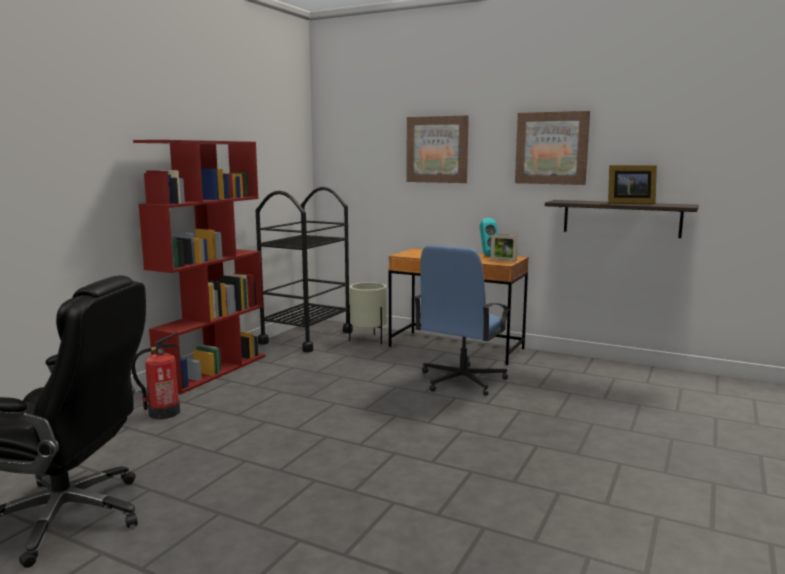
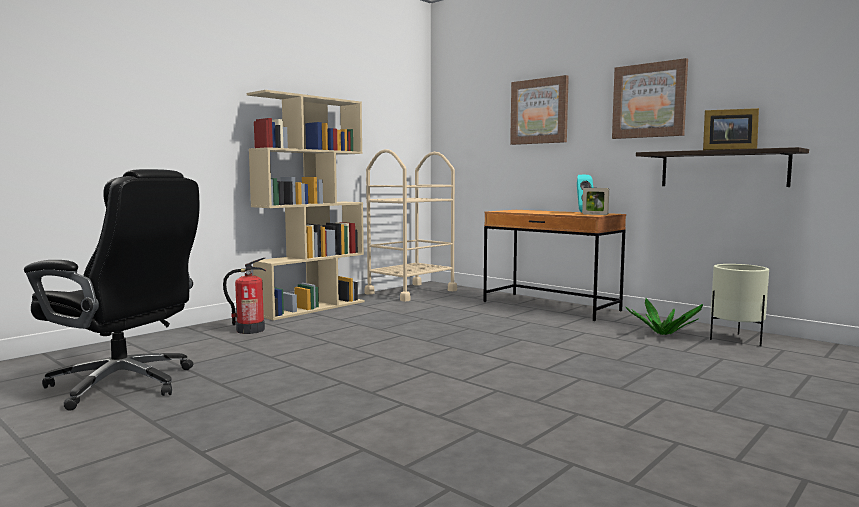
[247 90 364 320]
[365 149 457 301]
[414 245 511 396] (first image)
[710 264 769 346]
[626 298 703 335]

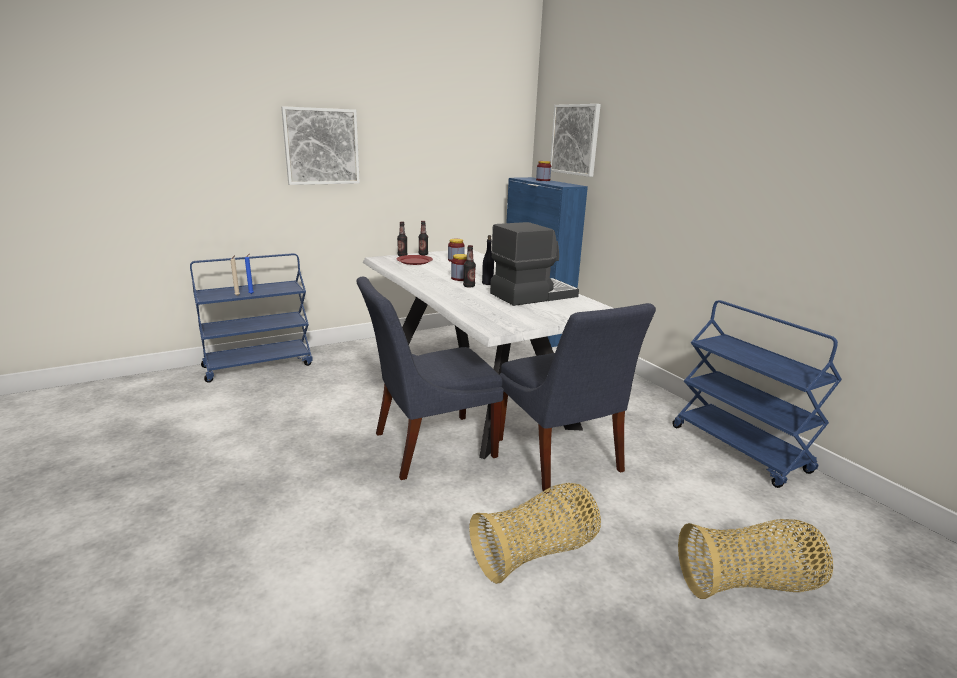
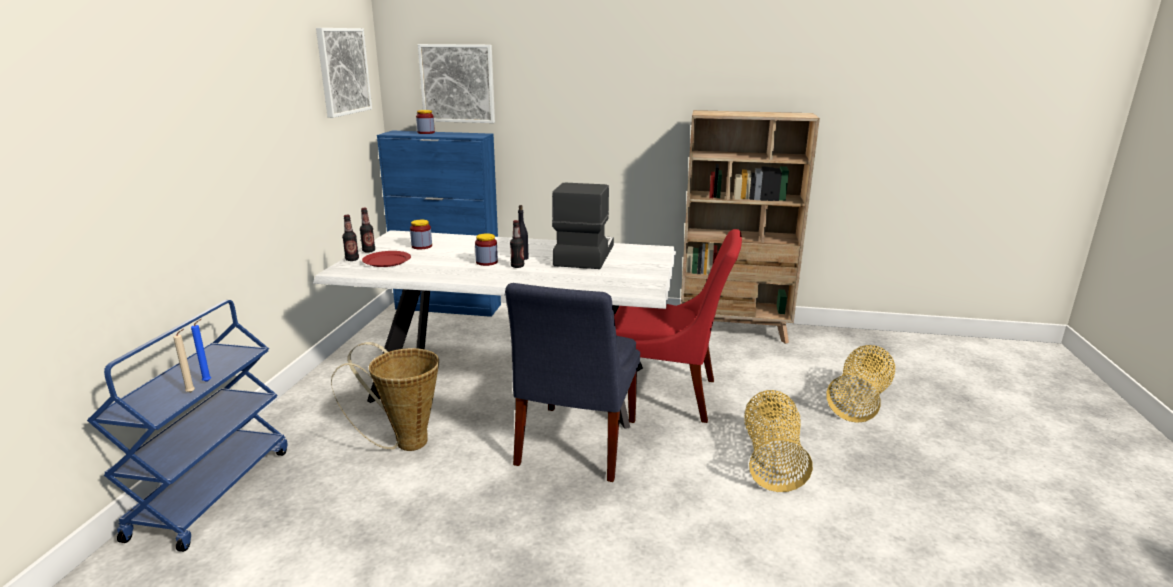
[316 28 372 118]
[681 110 820 344]
[614 229 742 423]
[331 342 439 451]

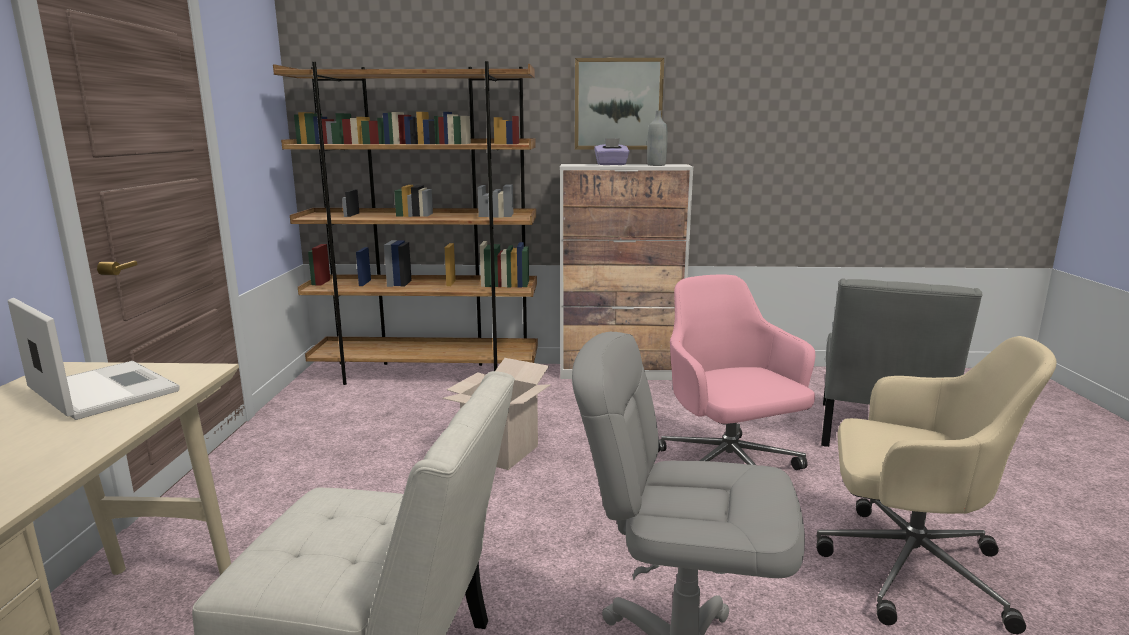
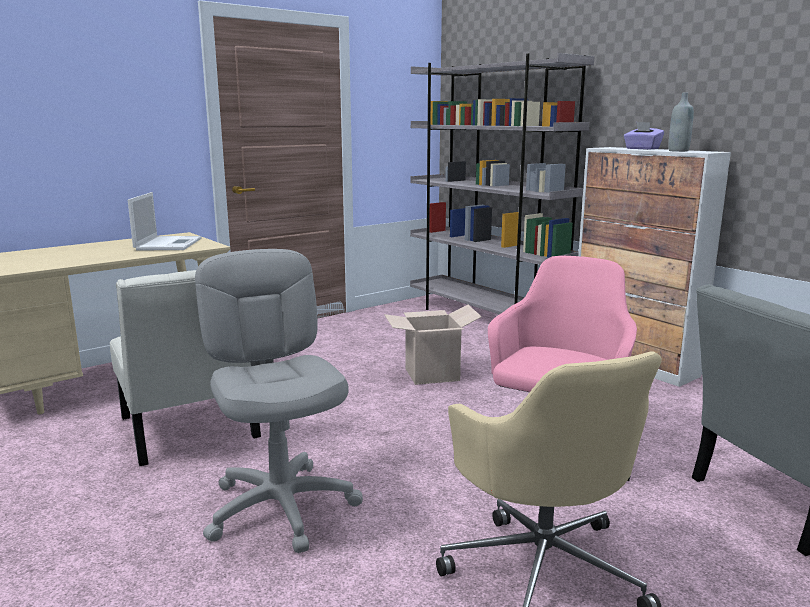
[575 58 664 150] (first image)
[410 53 595 314]

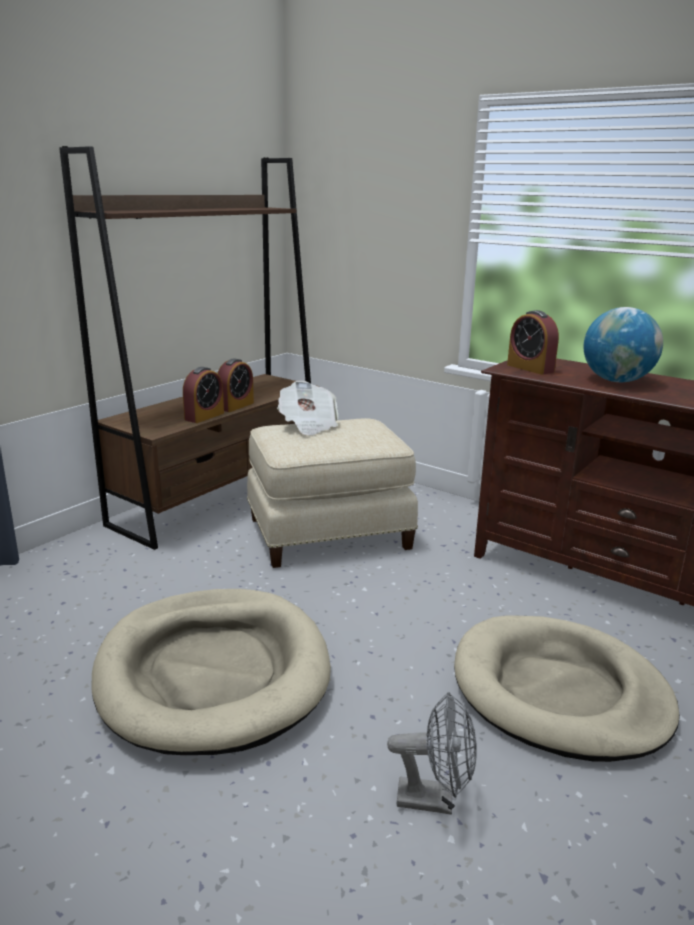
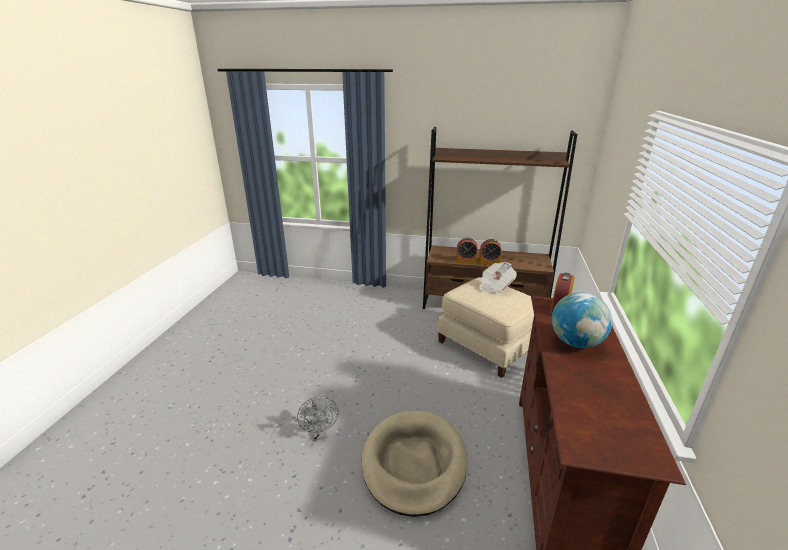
[91 589 331 755] (first image)

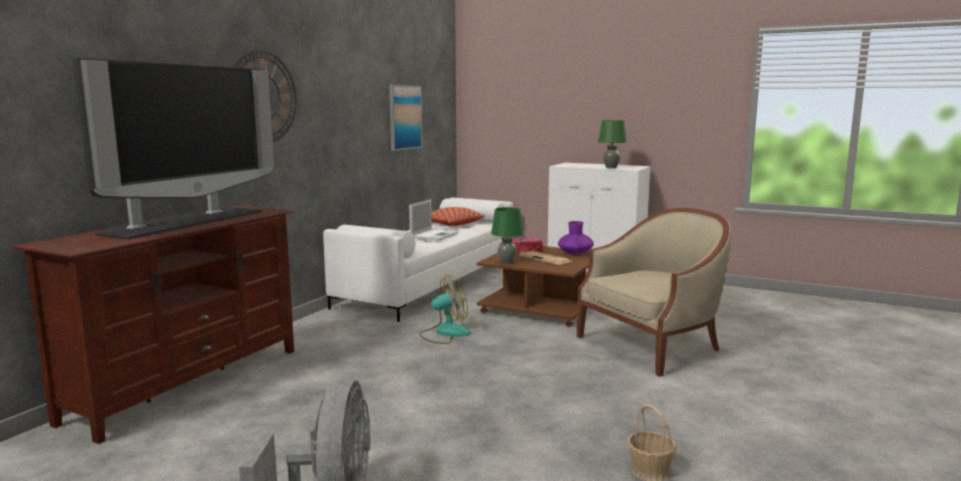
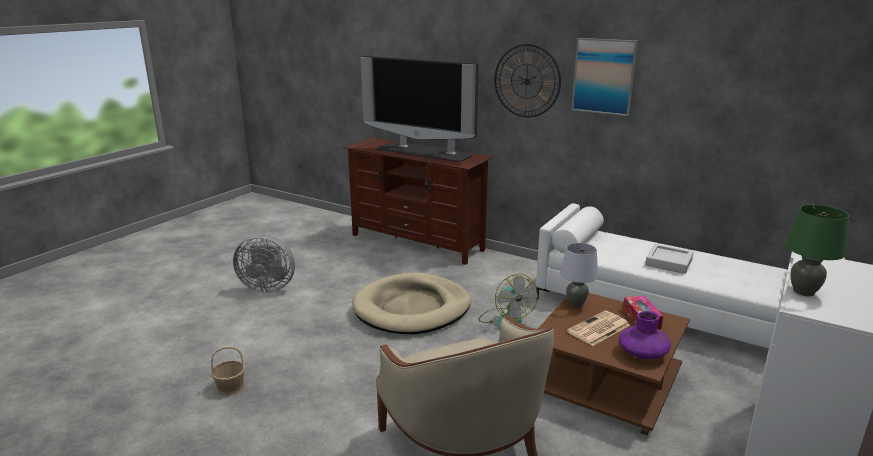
[572 38 638 116]
[645 244 694 274]
[431 207 485 226] (first image)
[560 243 598 308]
[352 273 471 334]

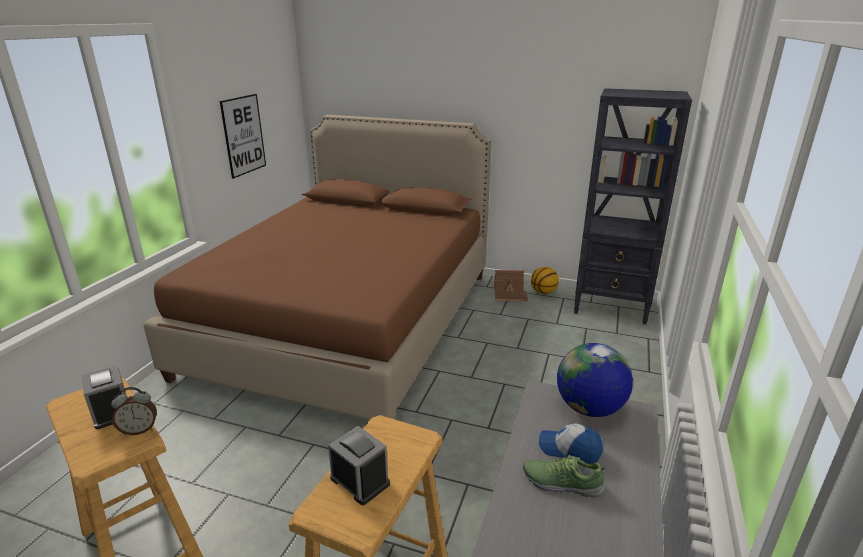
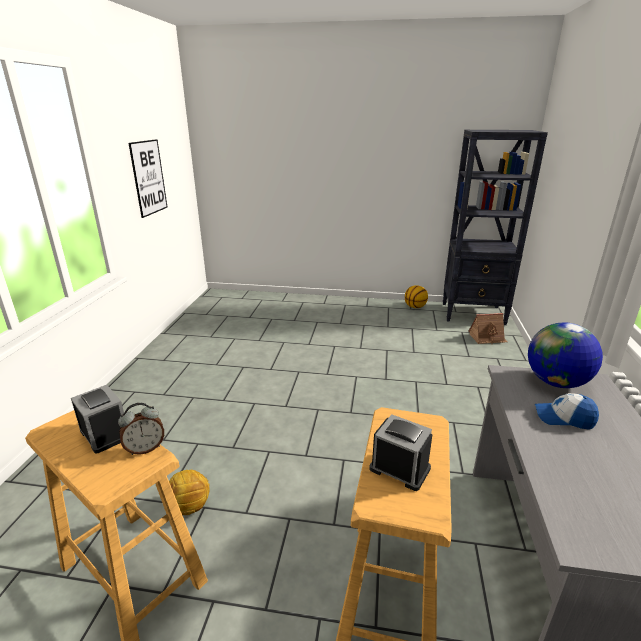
[144 115 492 420] (first image)
[469 313 508 344]
[523 455 606 498] (first image)
[169 470 210 515]

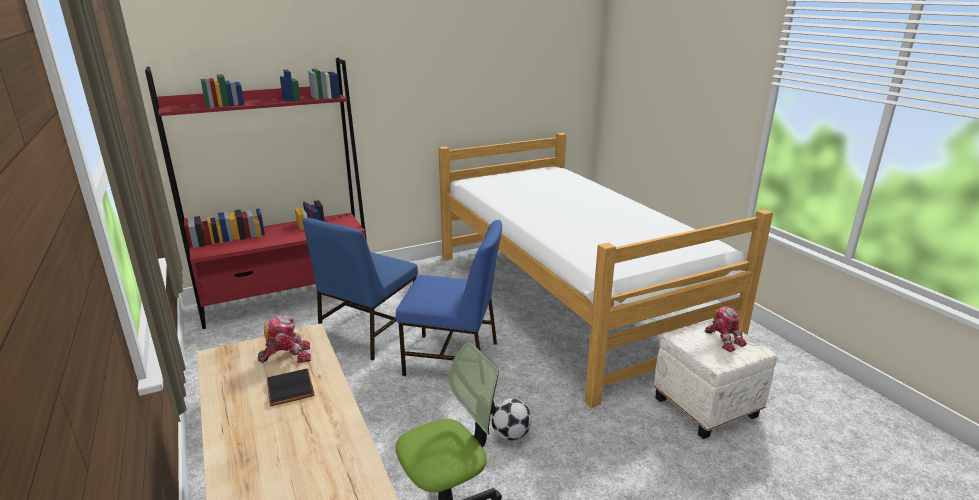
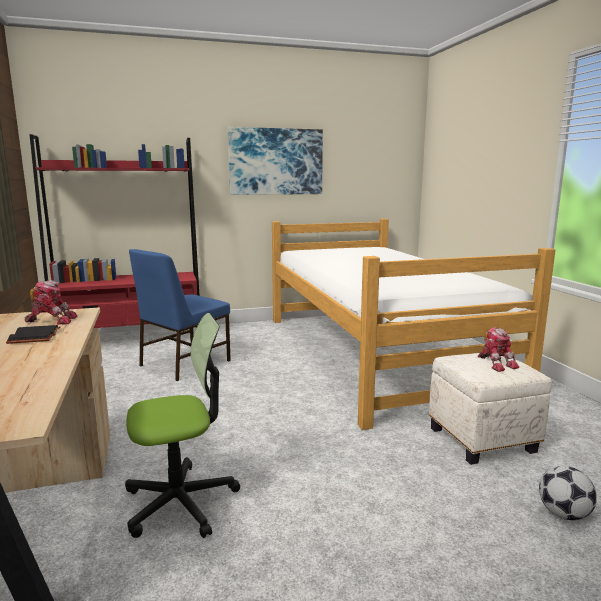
[396 220 502 376] (first image)
[539 466 597 520]
[228 127 323 195]

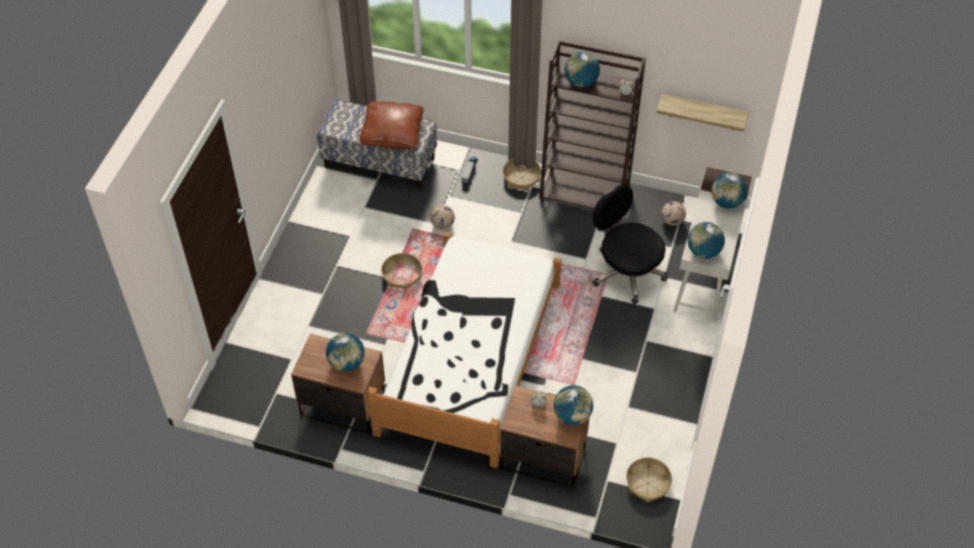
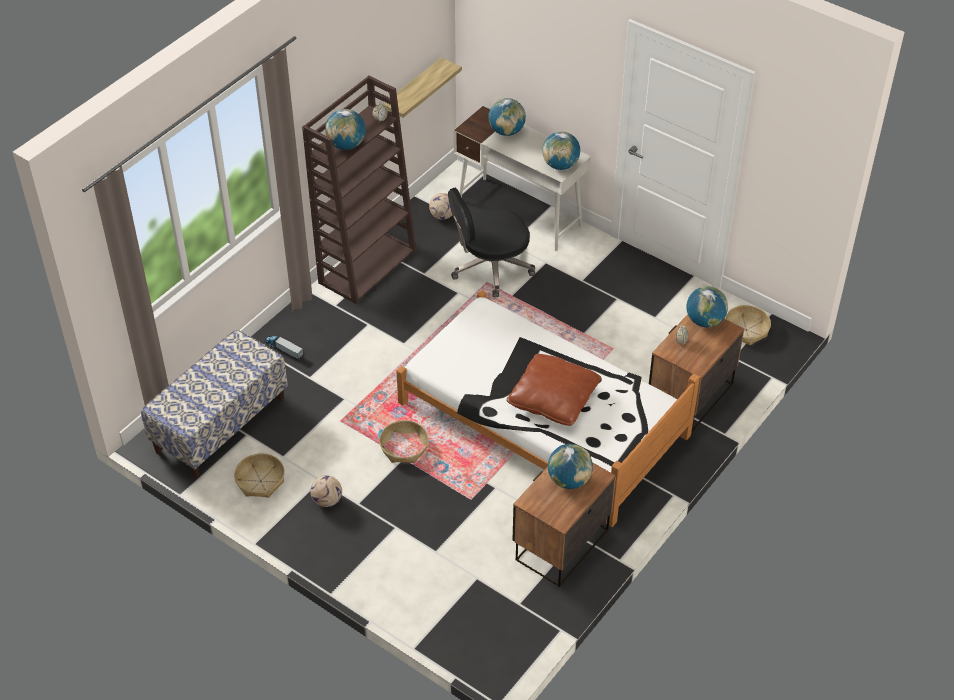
[507 354 601 426]
[234 453 285 498]
[310 475 342 507]

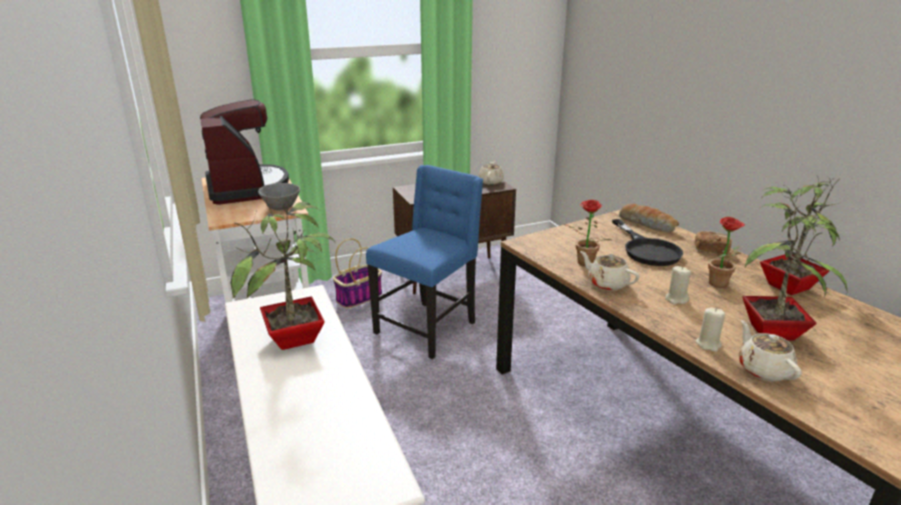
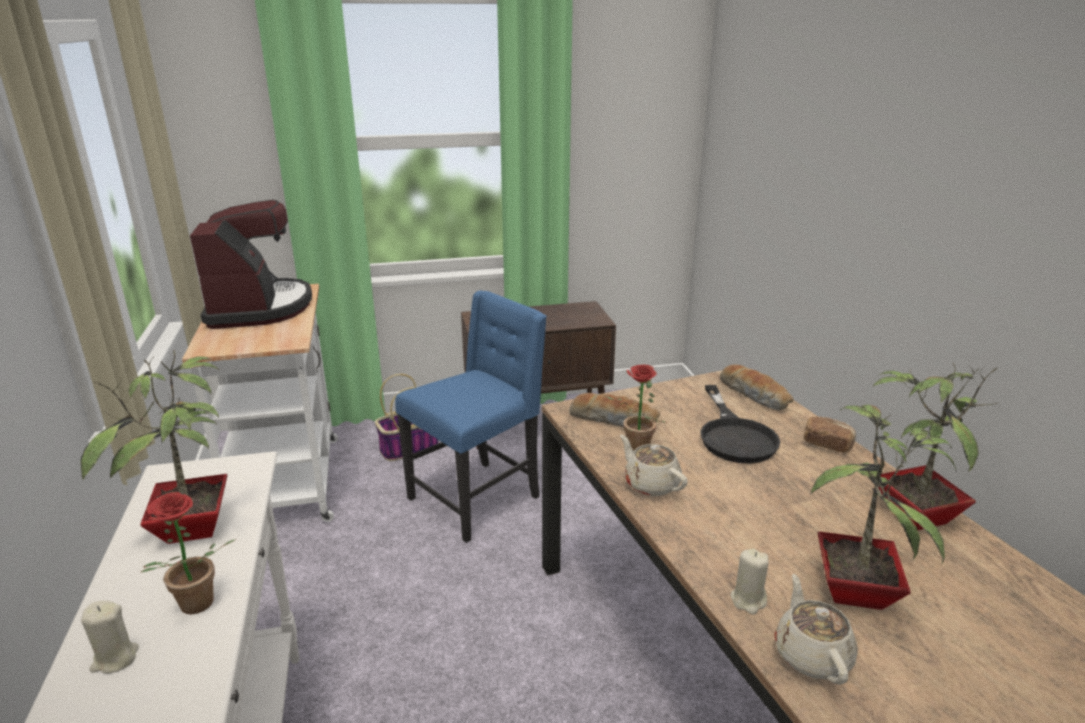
[478 161 504 185] (first image)
[258 183 300 210] (first image)
[141 492 236 615]
[81 600 139 674]
[569 393 660 427]

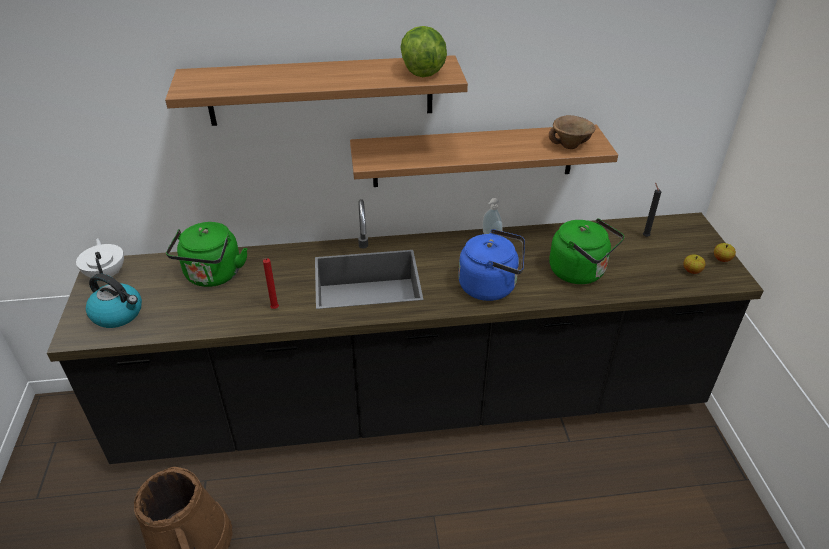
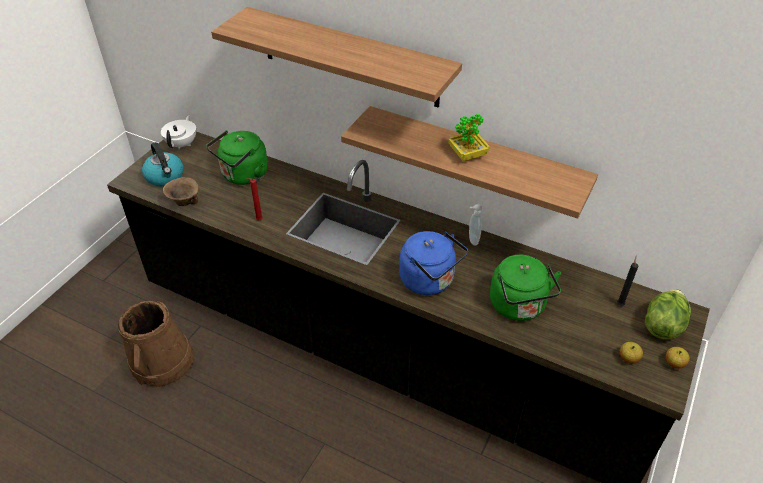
[645 289 691 340]
[163 177 199 206]
[448 114 490 161]

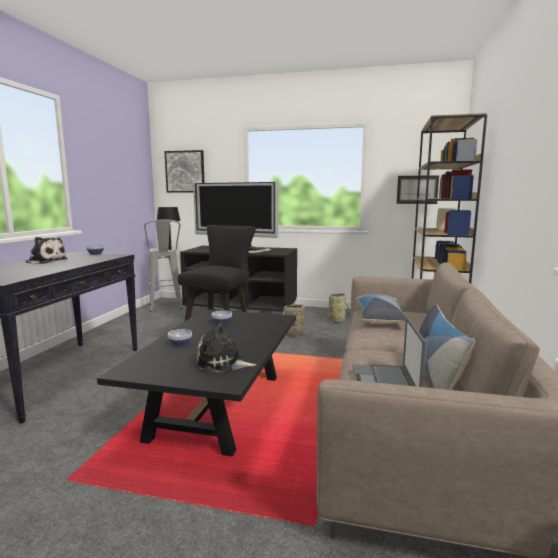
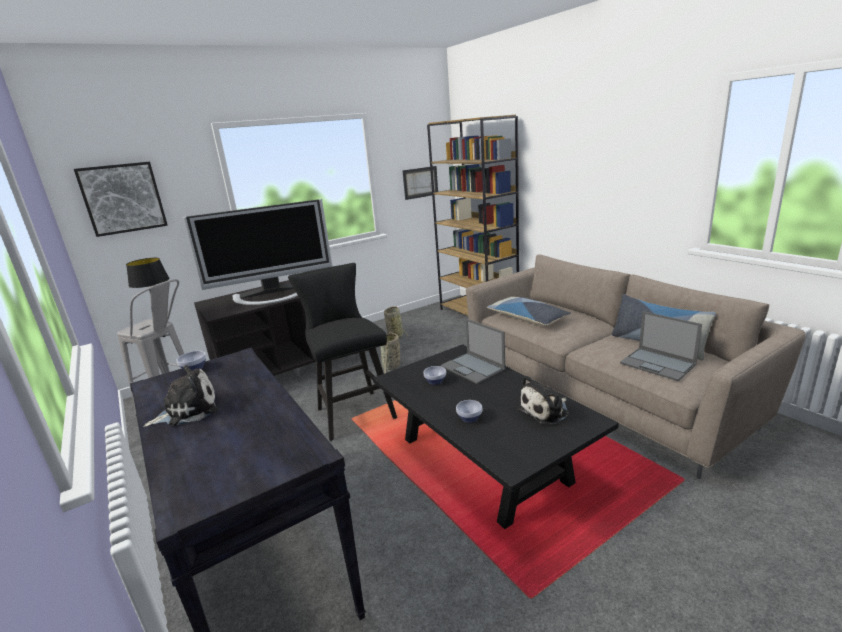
[441 319 505 384]

